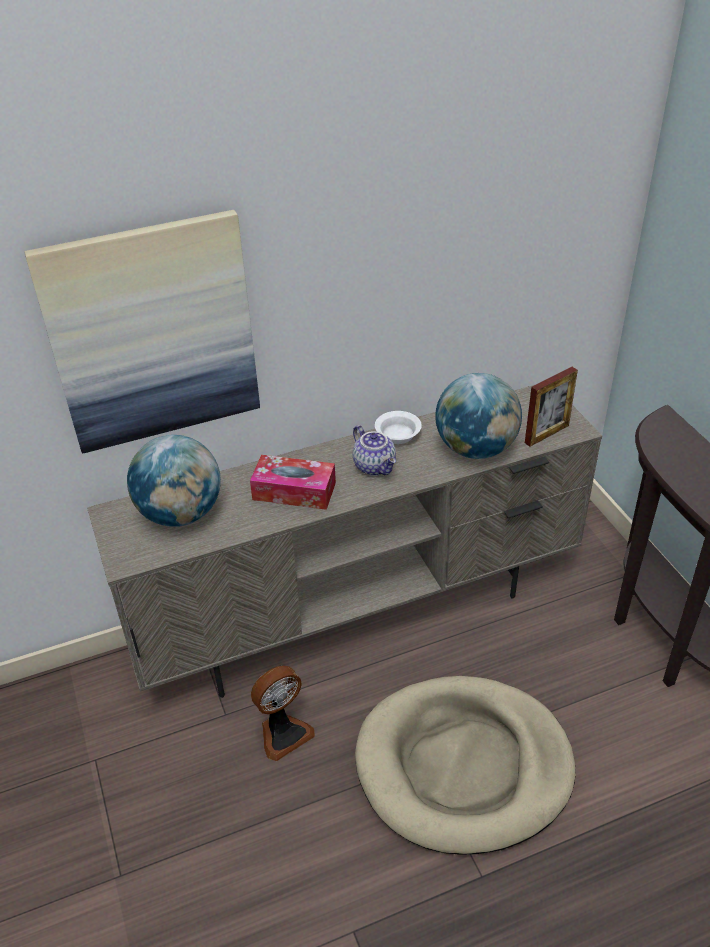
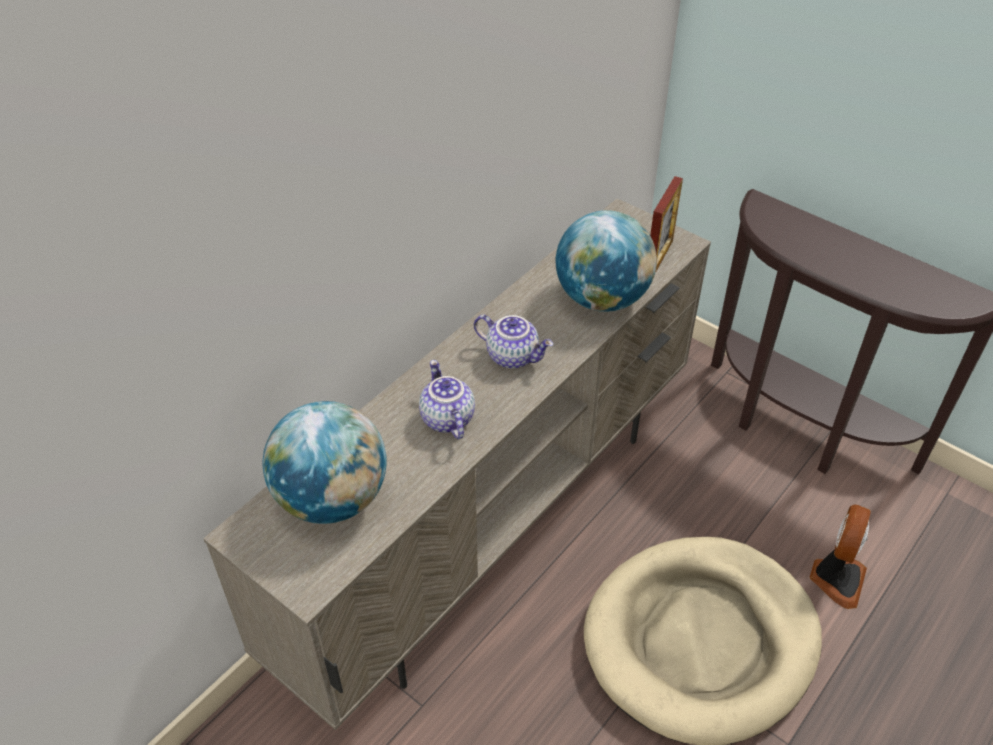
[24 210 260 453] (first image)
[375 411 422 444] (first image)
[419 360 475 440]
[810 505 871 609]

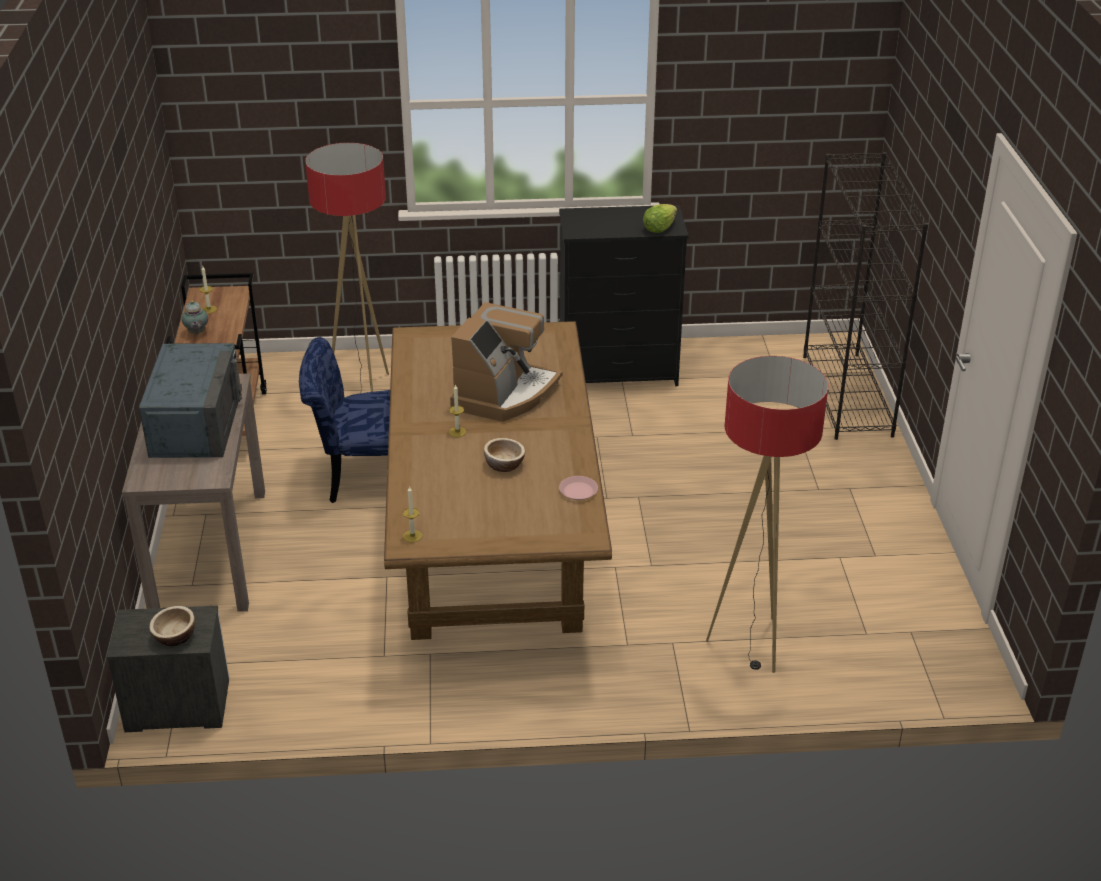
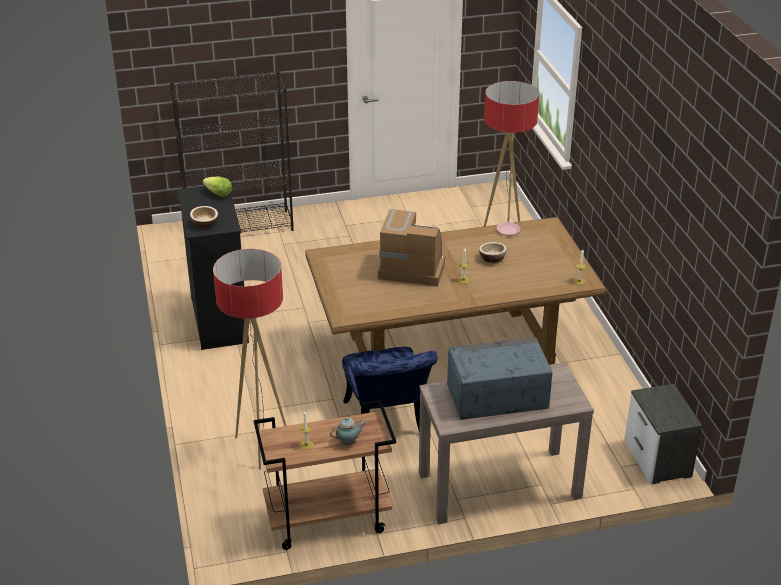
[190 206 218 228]

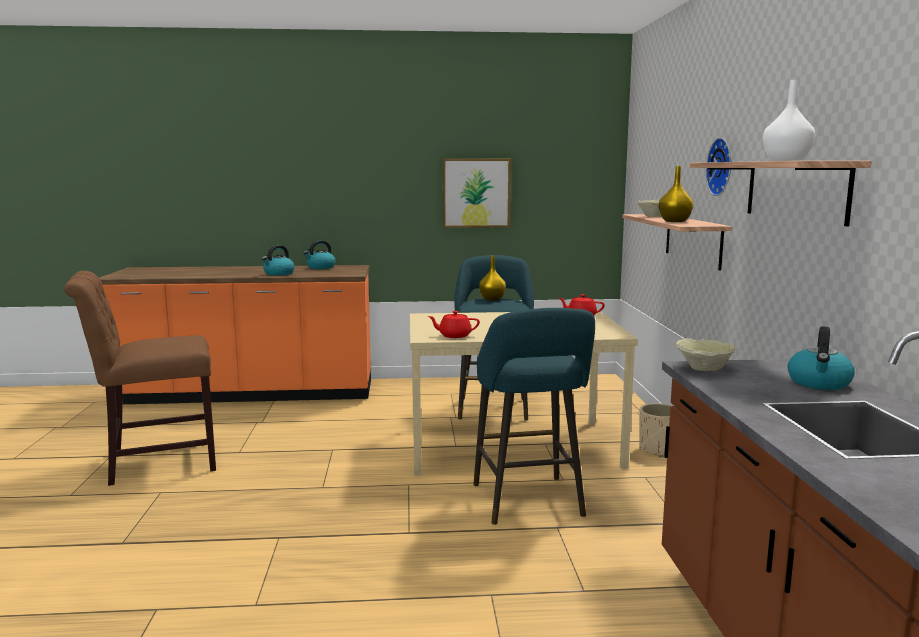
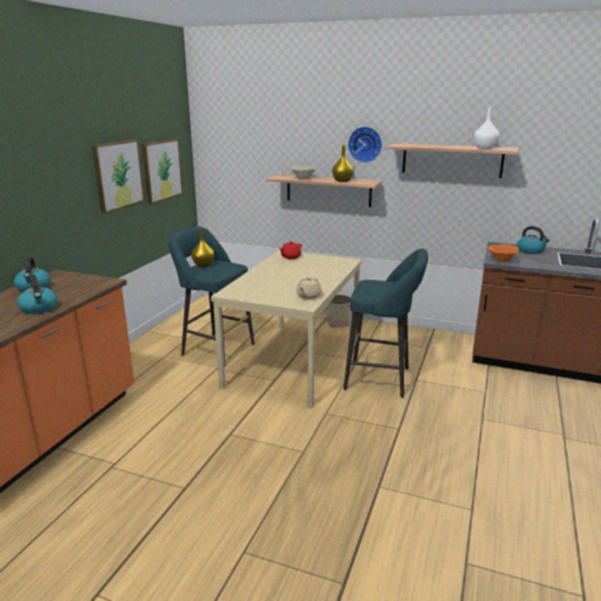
[64 271 216 486] (first image)
[296 277 321 299]
[488 244 519 262]
[142 138 183 204]

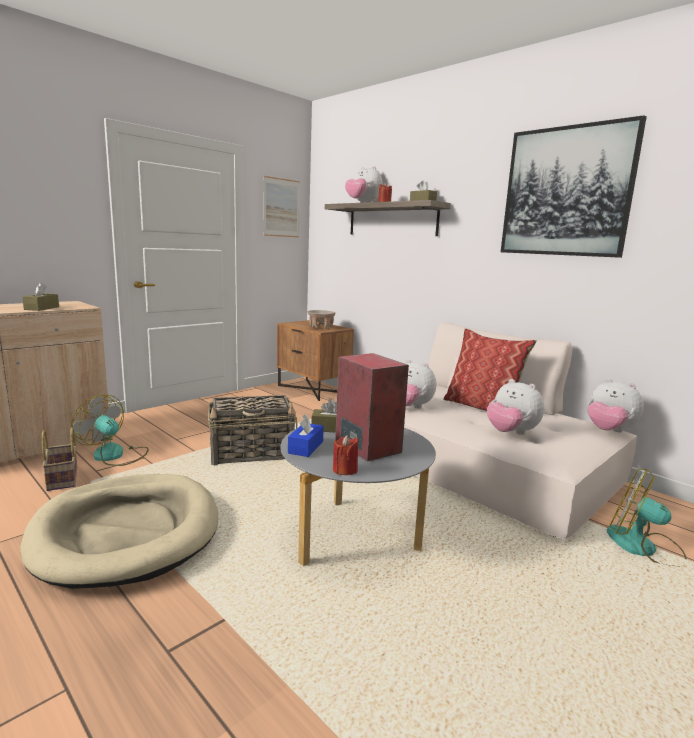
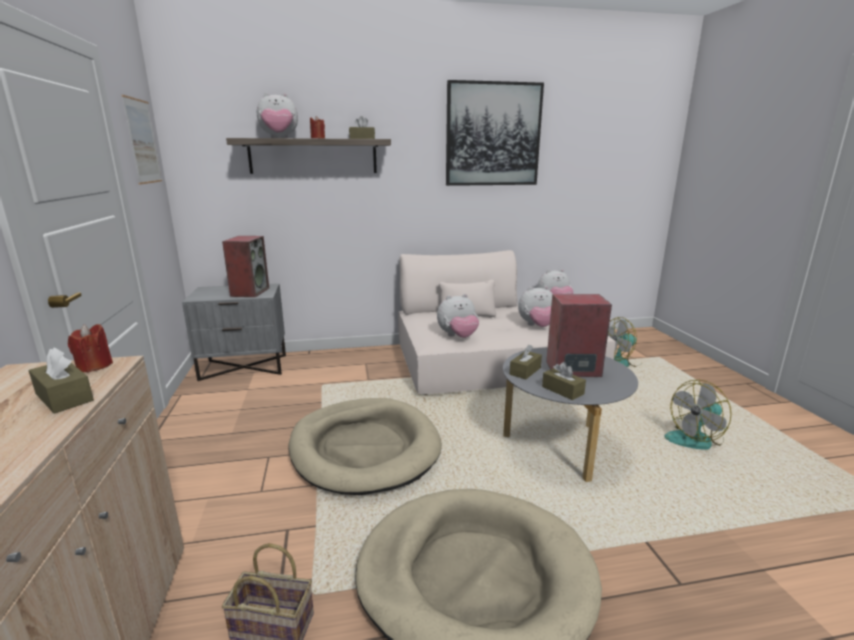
[222 236 269 297]
[182 283 286 381]
[443 328 537 411] (first image)
[664 380 732 450]
[289 398 442 495]
[542 362 586 400]
[68 324 113 373]

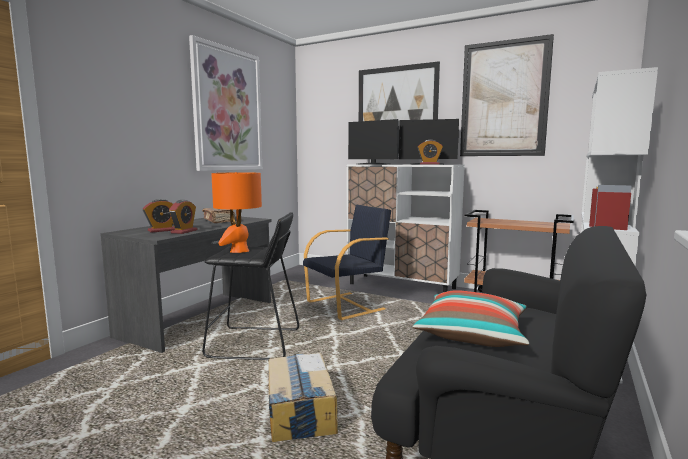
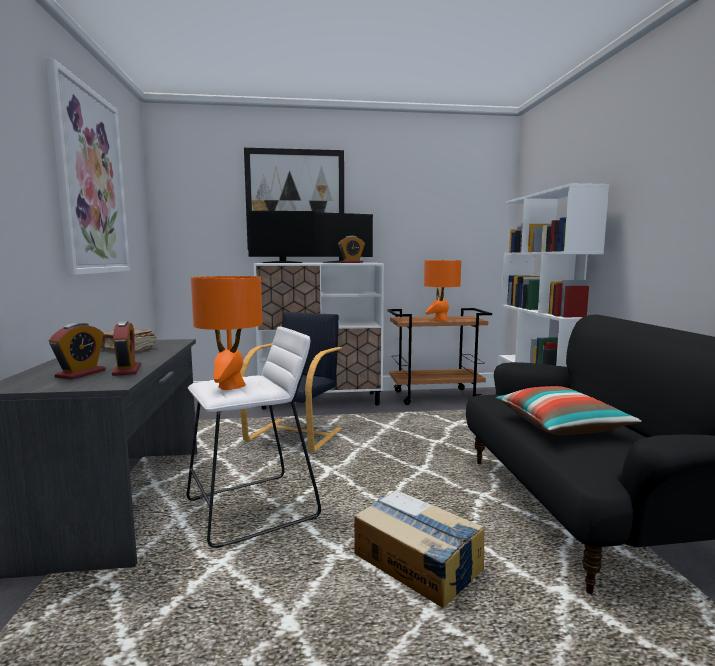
[460 34 554 156] (first image)
[187 327 321 548]
[424 260 461 321]

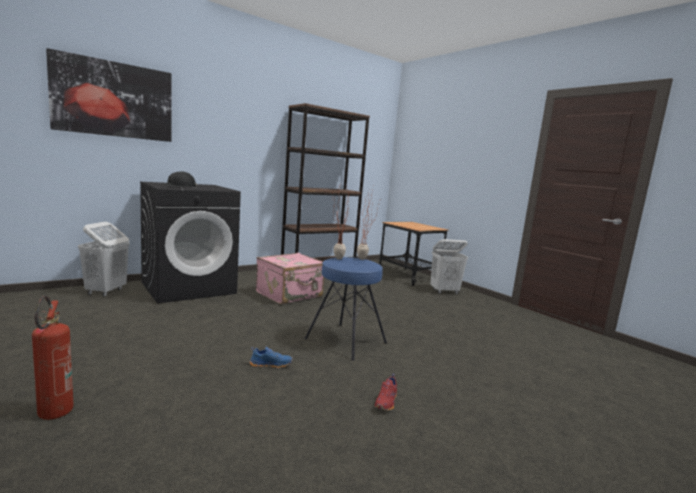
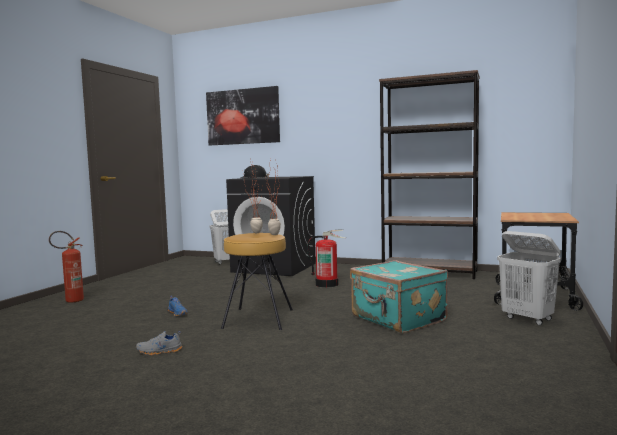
[307 230 346 288]
[221 233 293 330]
[136 331 183 355]
[350 260 448 333]

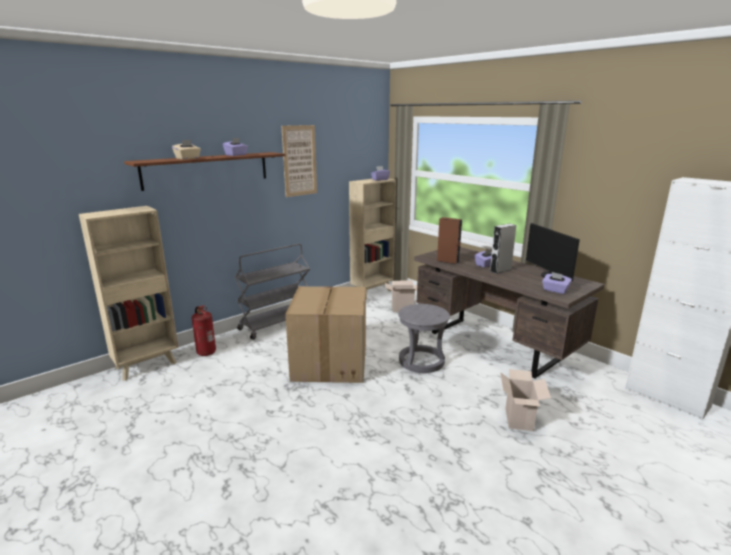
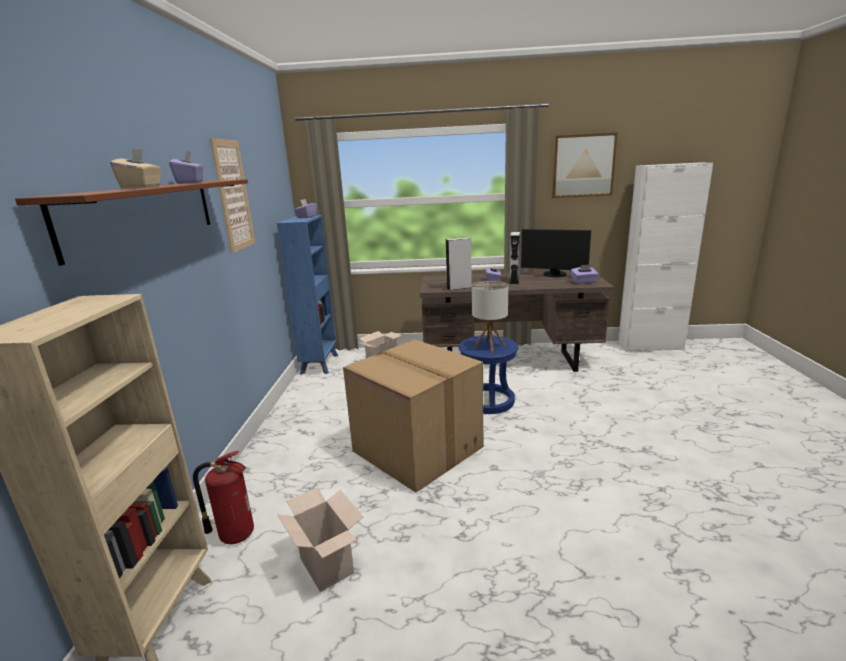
[277 215 338 375]
[446 237 472 290]
[234 244 310 340] (first image)
[459 335 518 414]
[277 487 363 592]
[552 133 618 198]
[472 281 508 353]

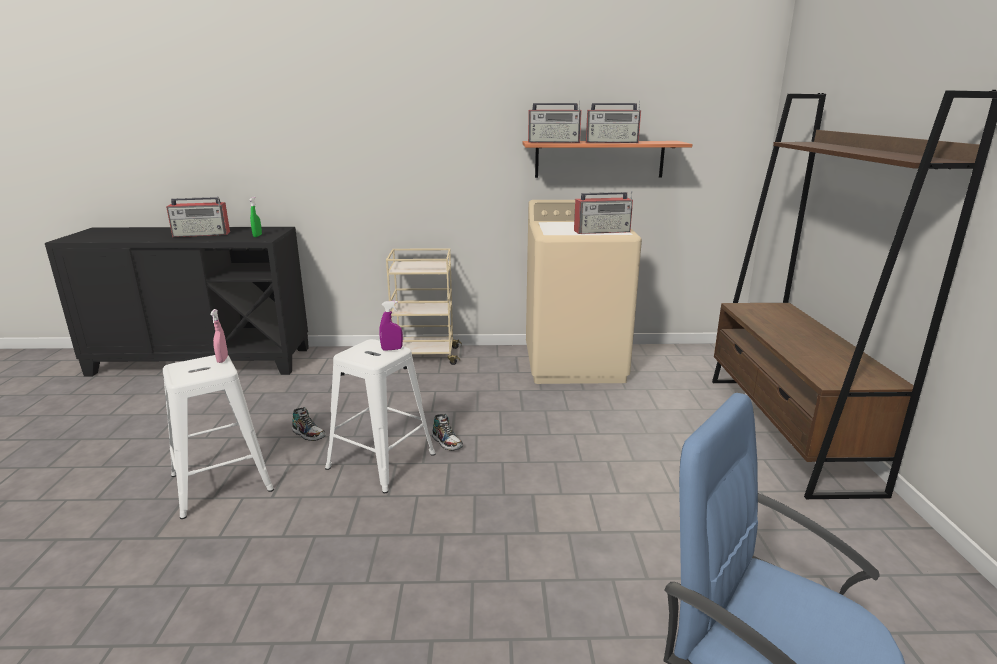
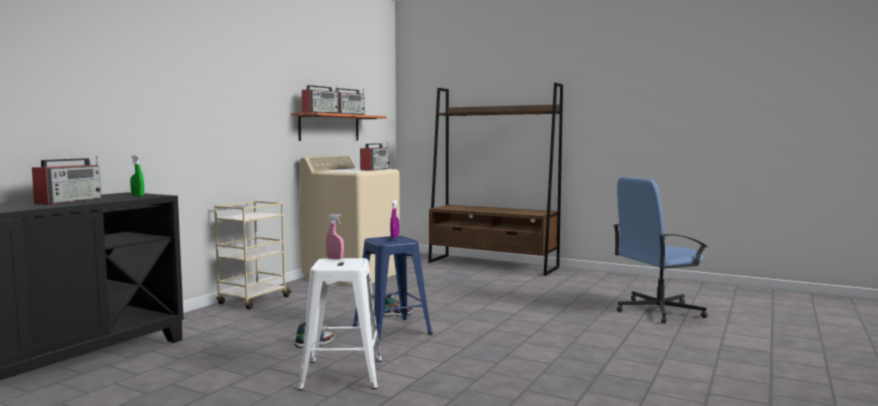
[353 236 433 342]

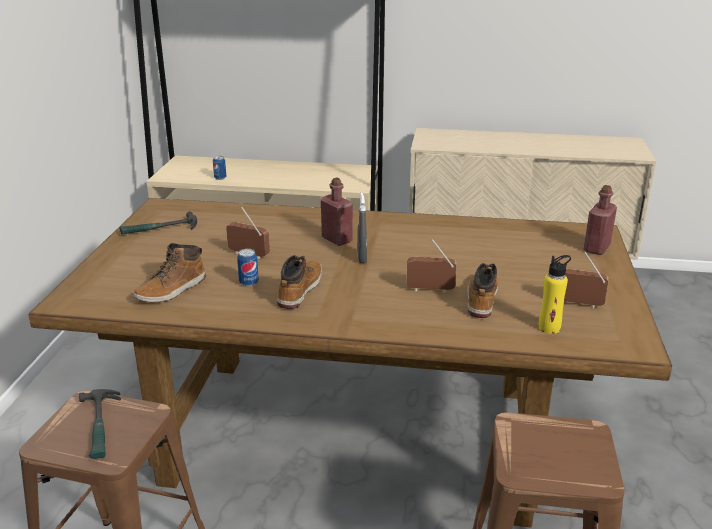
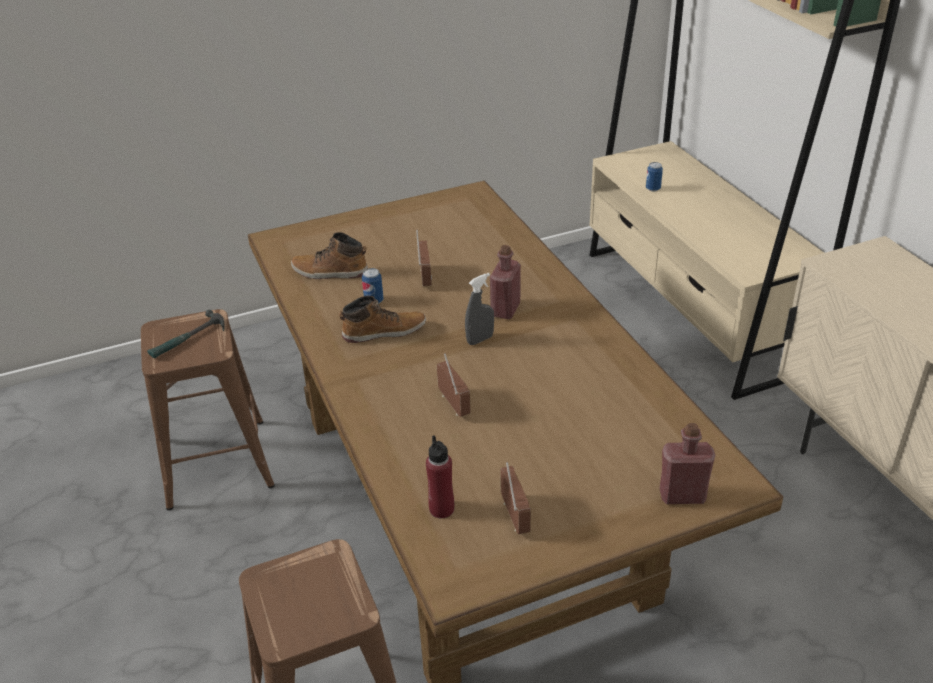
[119 211 197 235] (first image)
[426 435 454 518]
[467 263 498 318] (first image)

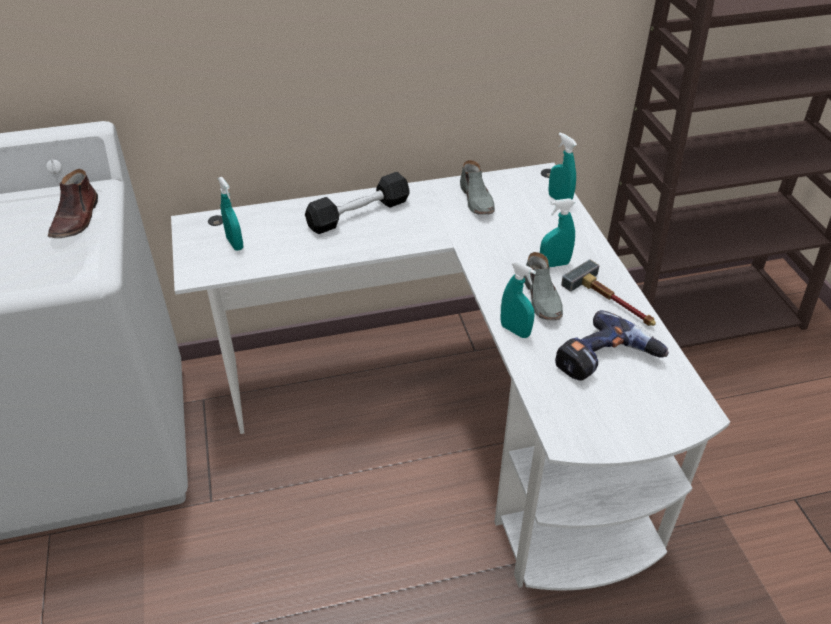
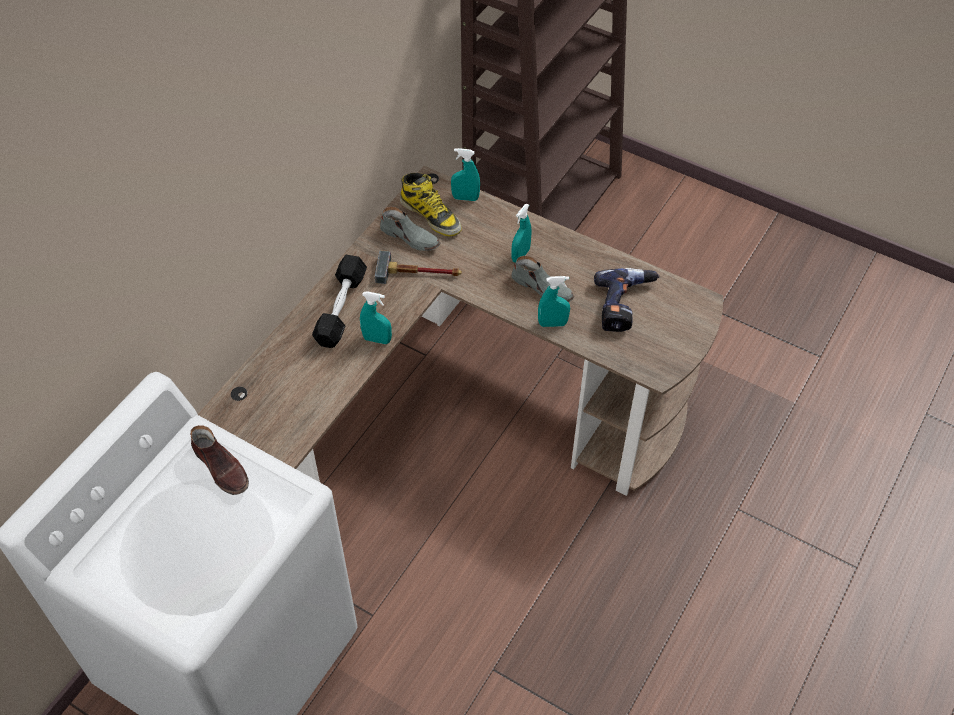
[198 166 723 496]
[360 291 392 344]
[375 250 462 284]
[400 173 462 236]

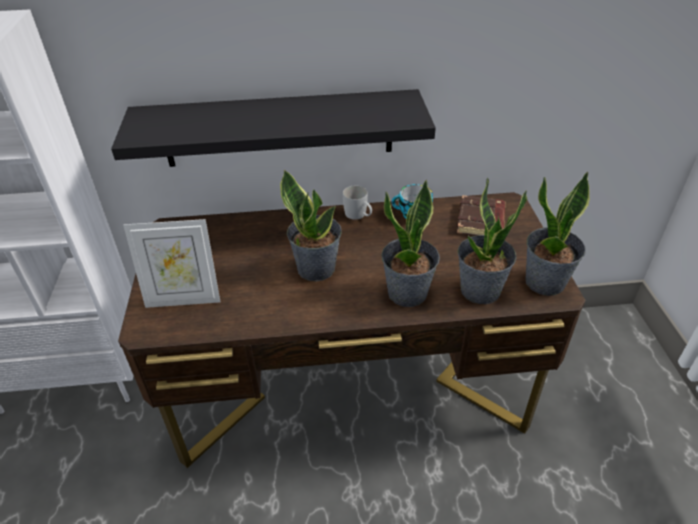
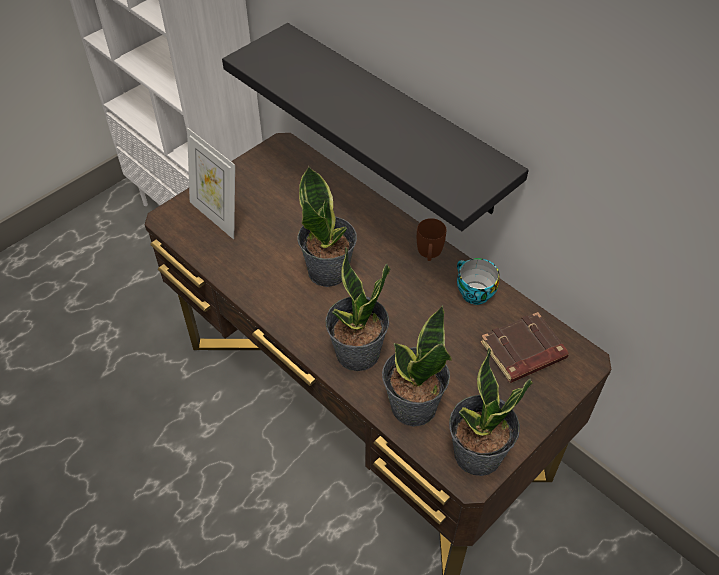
[417 218 446 261]

